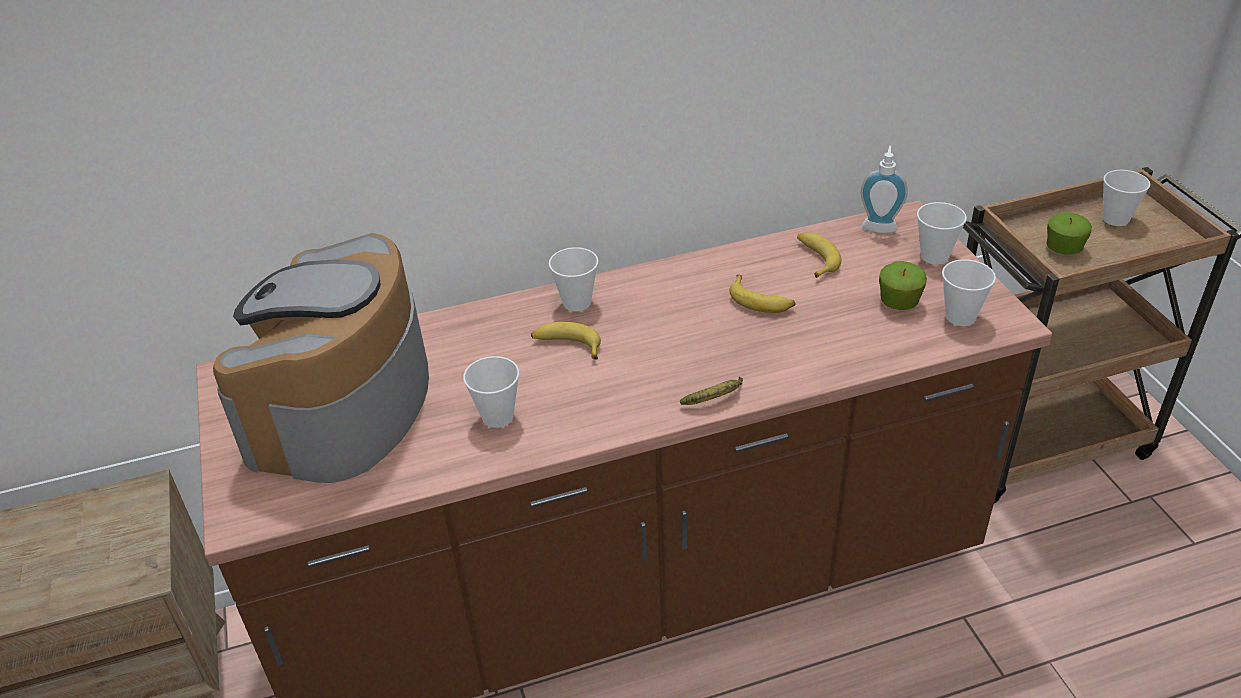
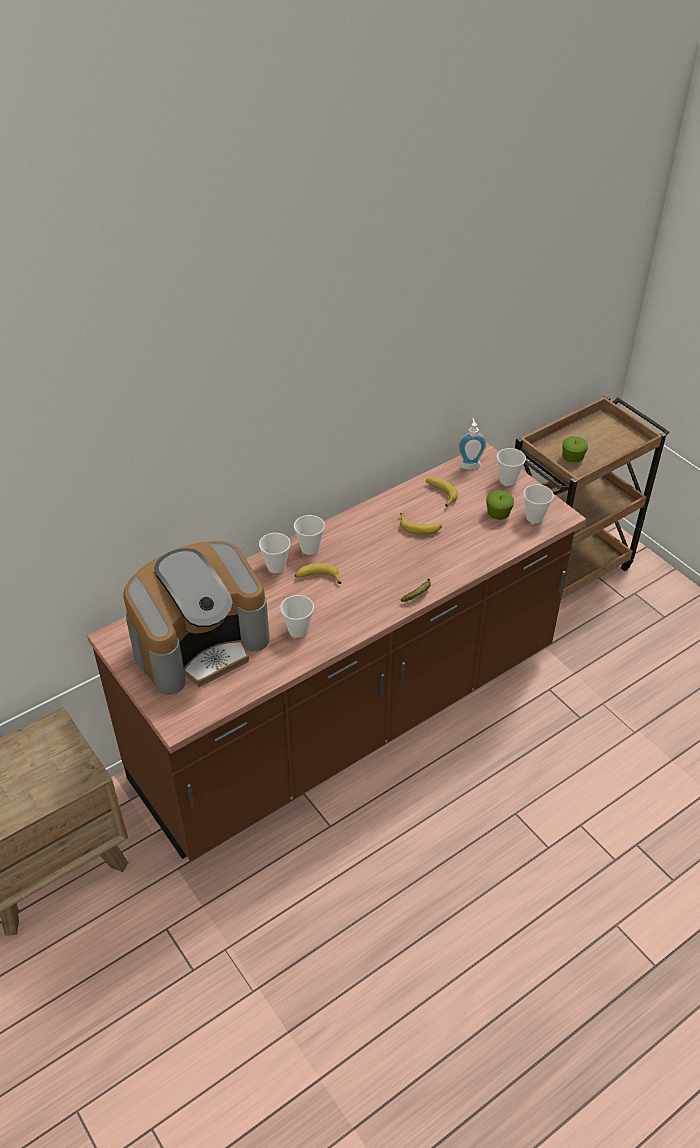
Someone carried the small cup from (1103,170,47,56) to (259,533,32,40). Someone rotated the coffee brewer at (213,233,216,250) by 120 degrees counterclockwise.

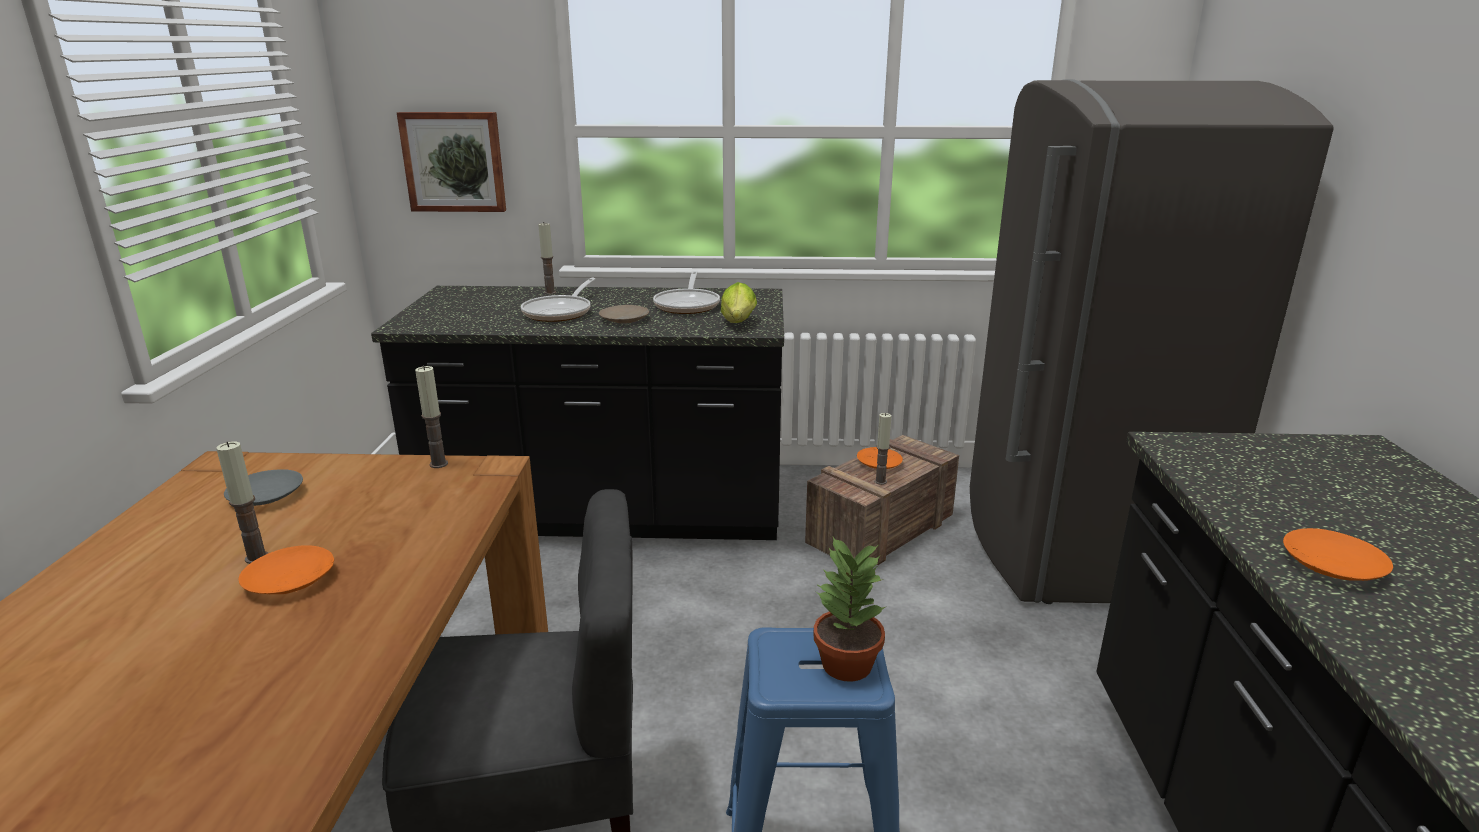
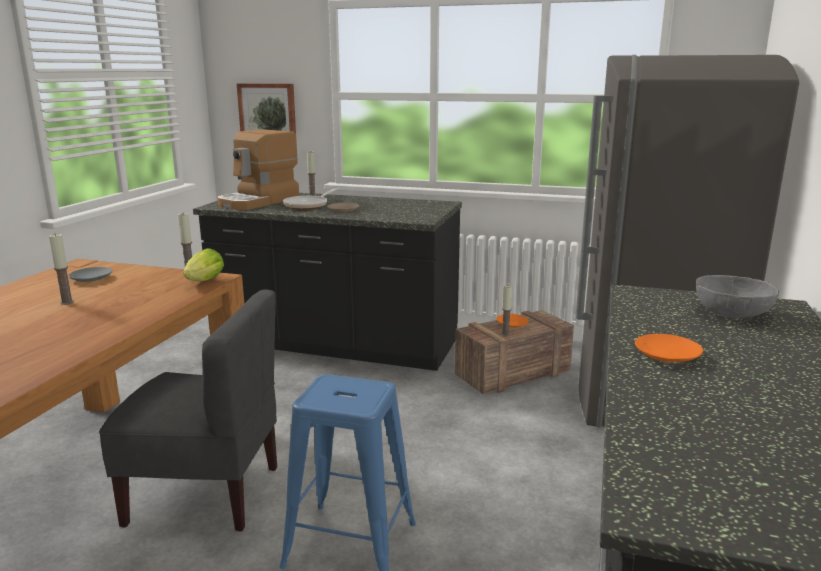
Someone took away the pan at (653,271,67,43). Someone carried the lettuce from (721,282,36,41) to (183,248,41,33). Someone took away the plant in a pot at (814,536,71,146). Someone took away the orange-coloured plate at (239,545,95,49). Someone put down the coffee brewer at (217,129,82,81). Someone put down the gray bowl at (696,275,83,43).

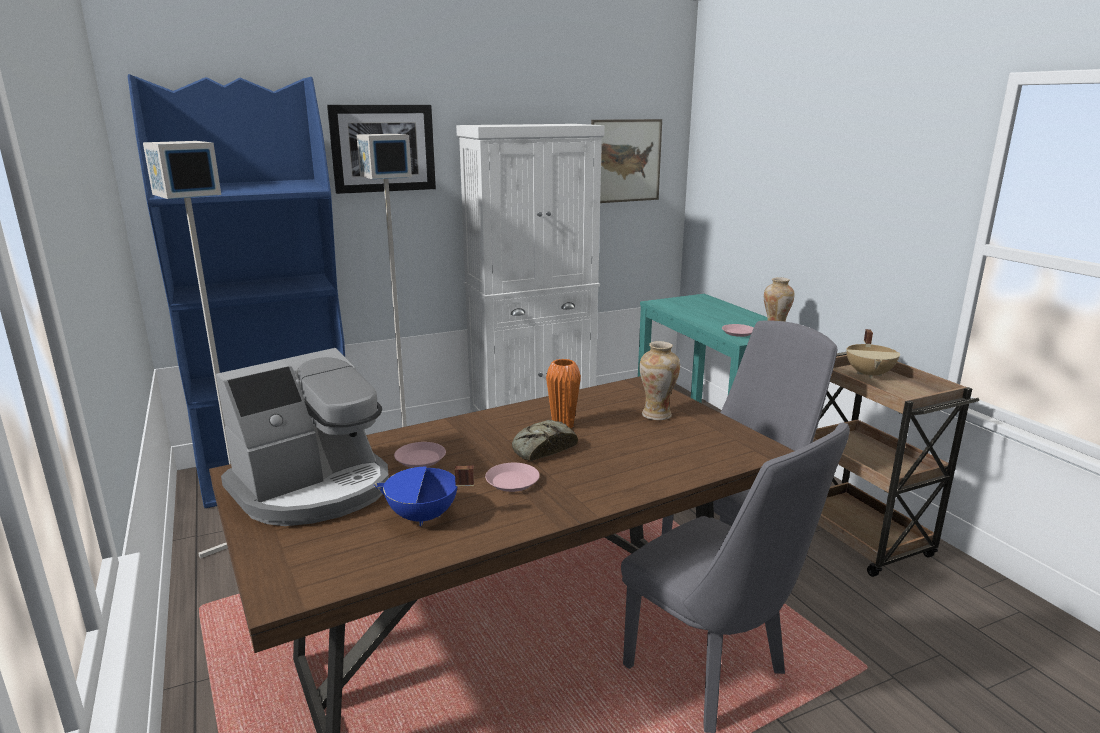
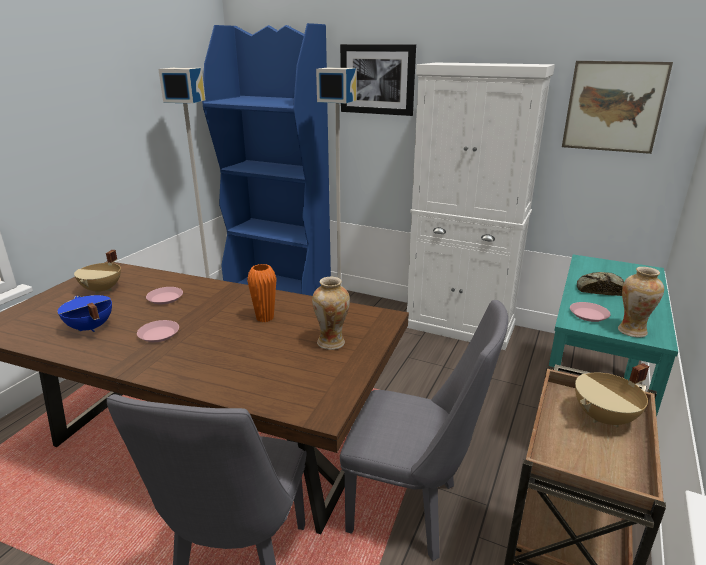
Someone swapped the coffee brewer at (216,348,173,178) for the beige-coloured stockpot at (74,250,47,44). Someone carried the baked bread from (512,420,66,41) to (577,272,47,24).

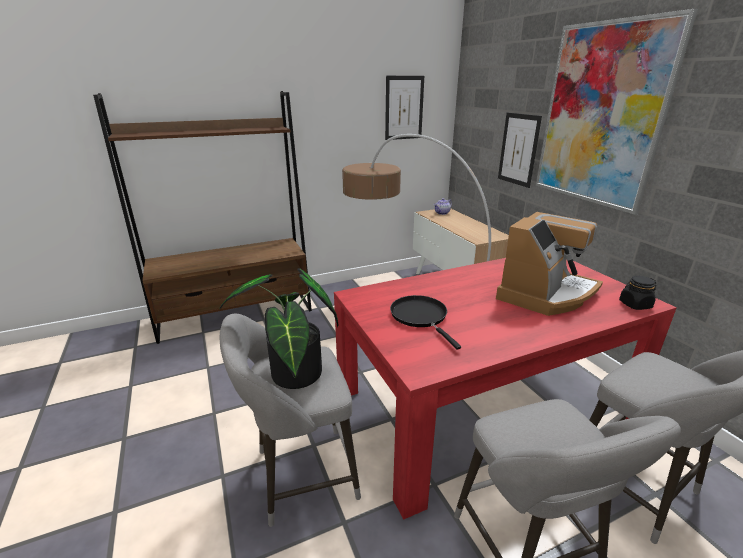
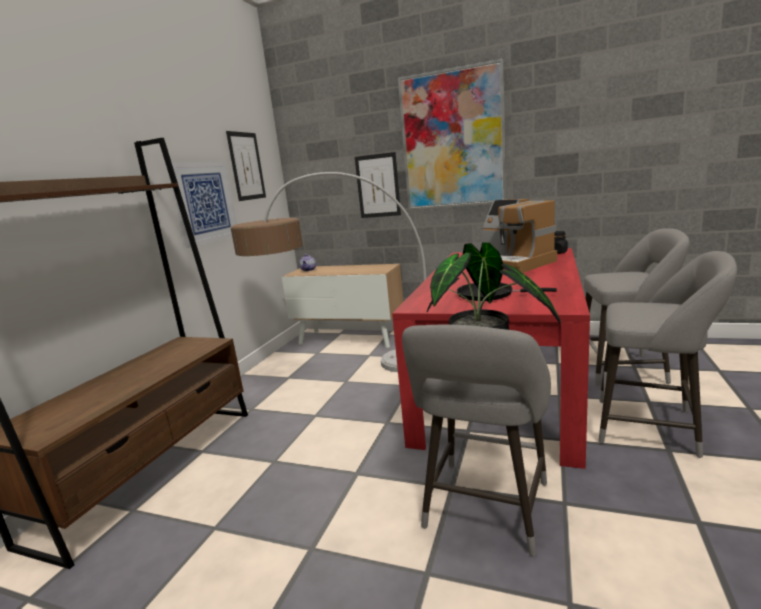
Someone rotated the coffee brewer at (496,212,107,104) by 150 degrees clockwise. Someone put up the wall art at (171,161,66,87).

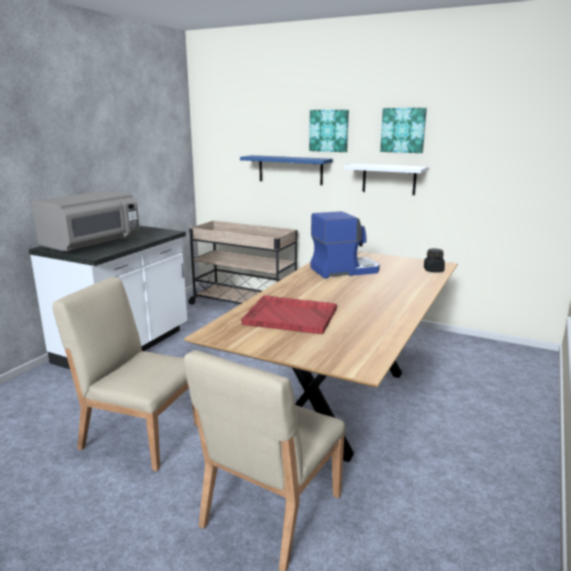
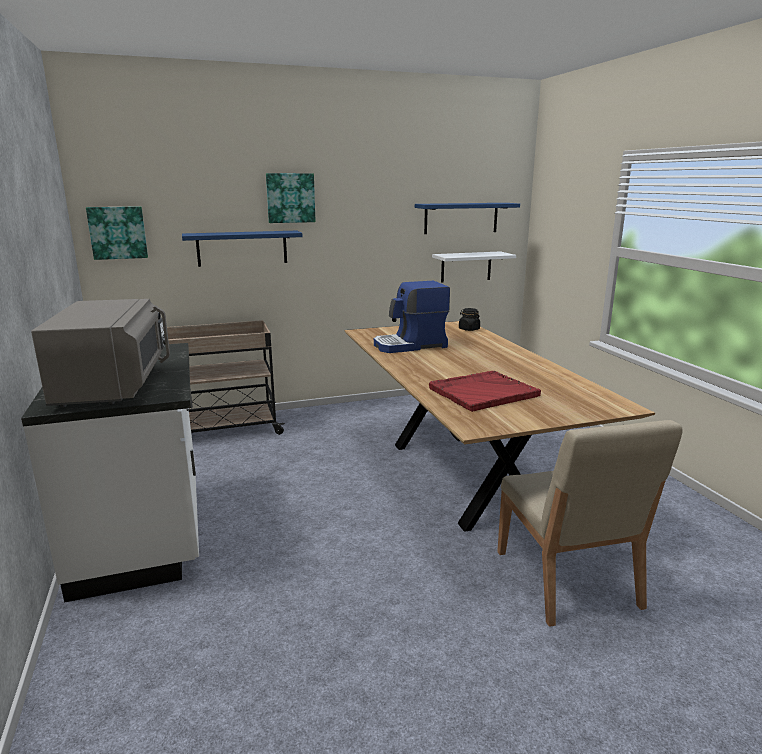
Someone carried the wall art from (380,108,47,45) to (86,206,62,54). Someone carried the white wall shelf from (344,163,84,32) to (432,251,84,32). Someone rotated the coffee brewer at (311,211,69,68) by 135 degrees counterclockwise. Someone took away the beige-coloured plain chair at (52,277,146,194). Someone put up the blue wall shelf at (415,203,105,31).

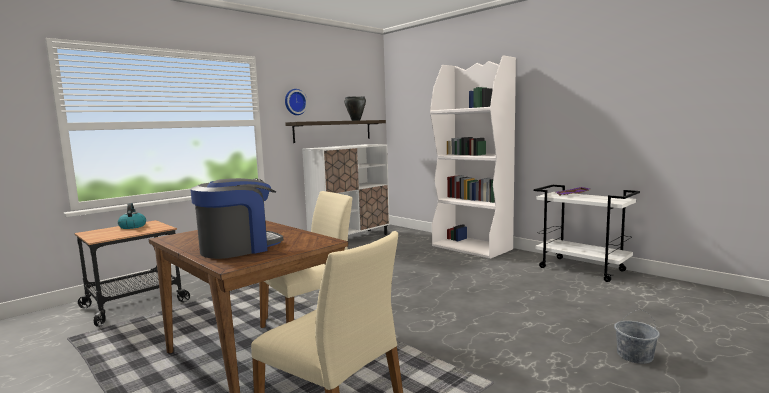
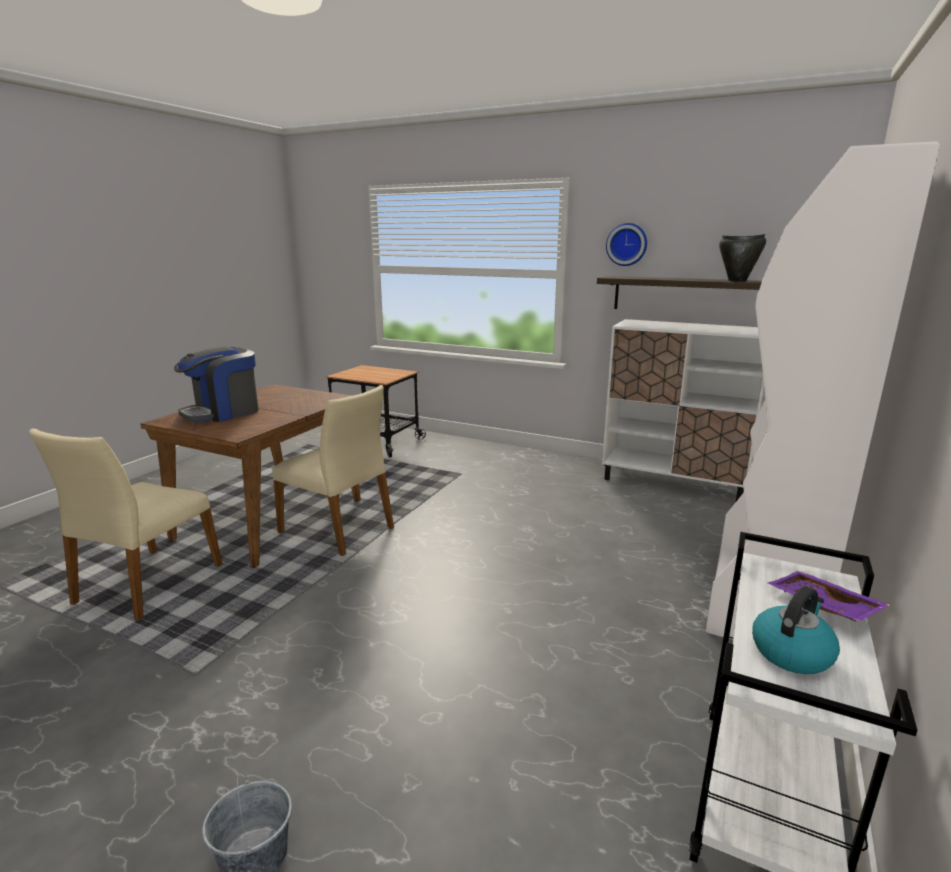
Someone rotated the coffee brewer at (190,178,93,81) by 105 degrees clockwise. Someone carried the kettle from (118,203,28,26) to (752,586,88,88).

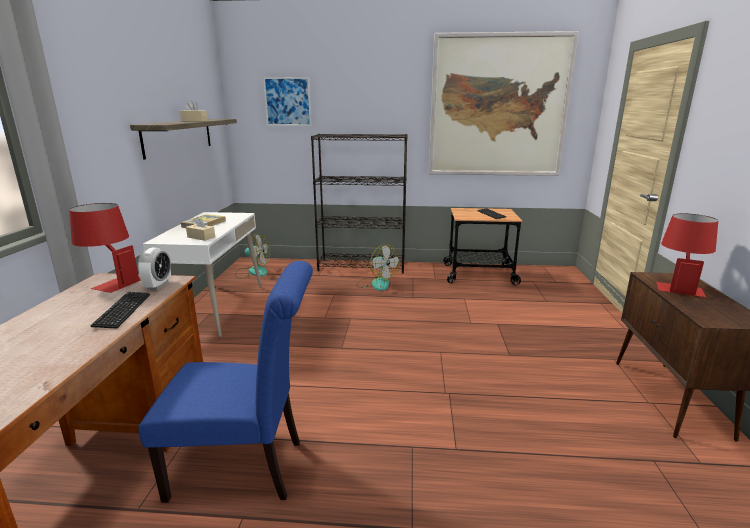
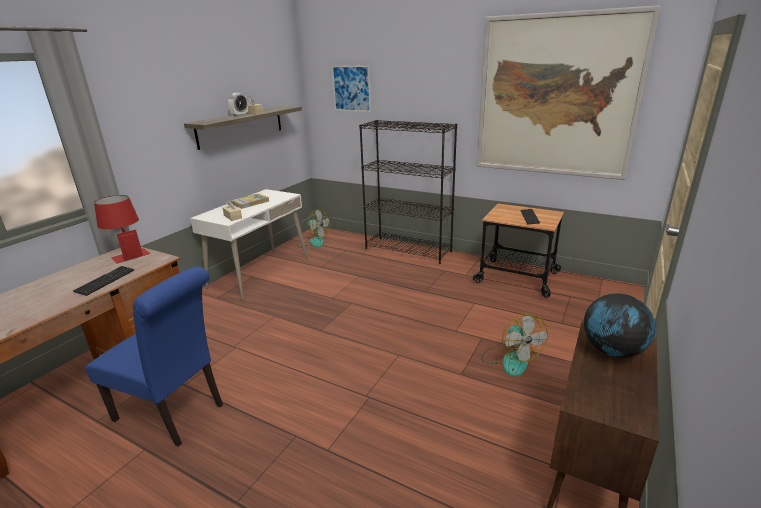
Someone swapped the red-coloured tabletop lamp at (656,213,62,84) for the world globe at (584,293,72,65). Someone carried the fan from (356,244,44,47) to (481,314,67,63). Someone carried the table clock from (138,248,33,42) to (228,93,20,24).

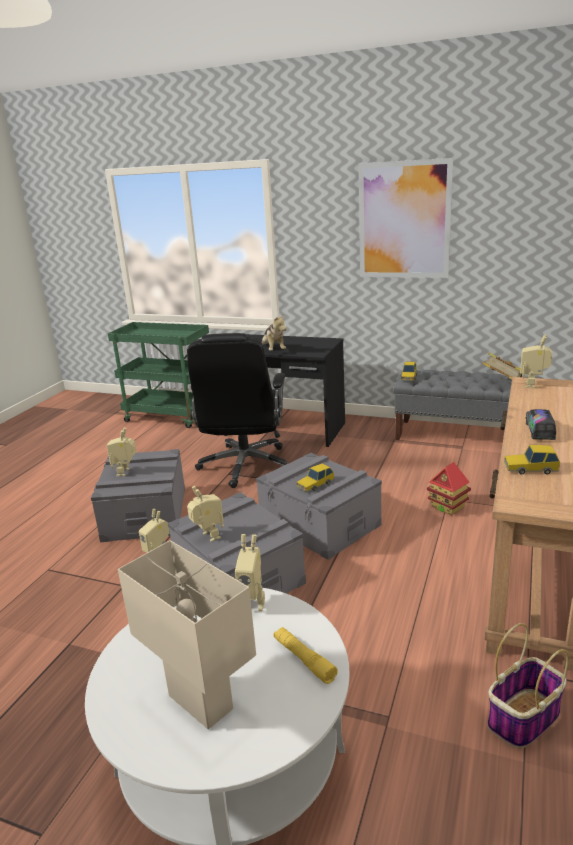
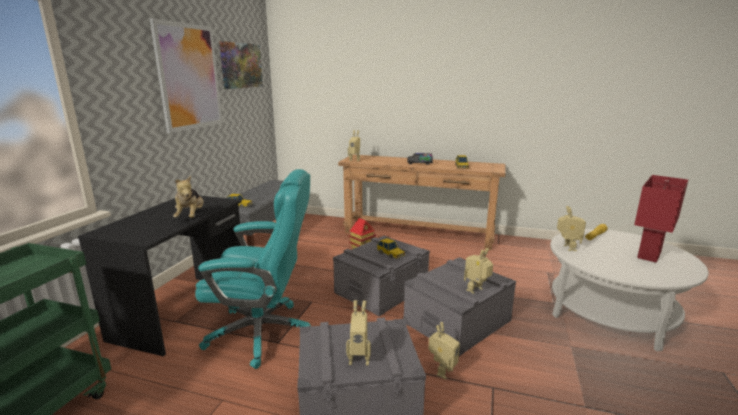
Someone rotated the plush toy at (262,315,25,36) by 105 degrees clockwise. Someone repainted the black-coloured computer chair at (187,333,100,155), which became the turquoise-coloured computer chair at (195,169,116,200). Someone took away the book at (482,352,40,28). Someone repainted the beige-coloured tabletop lamp at (118,540,138,189), which became the red-coloured tabletop lamp at (634,175,54,87). Someone took away the basket at (487,623,82,126). Someone put up the wall art at (219,41,44,48).

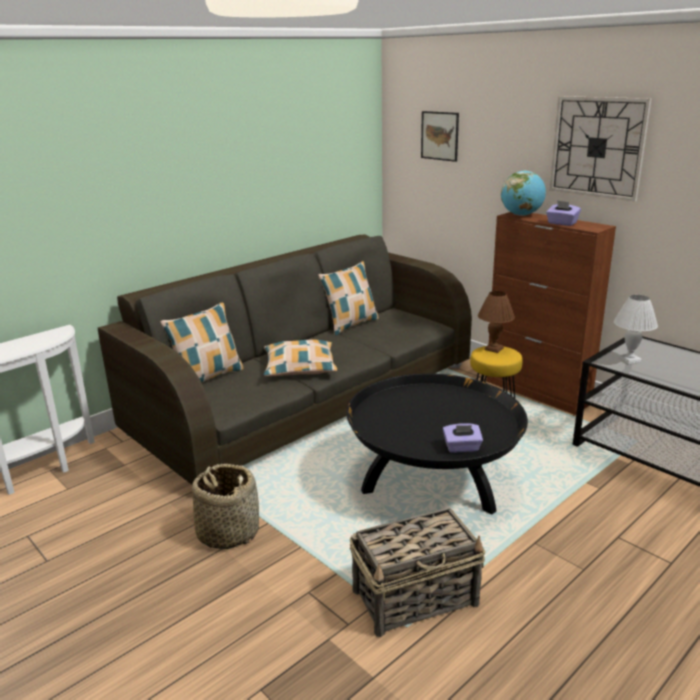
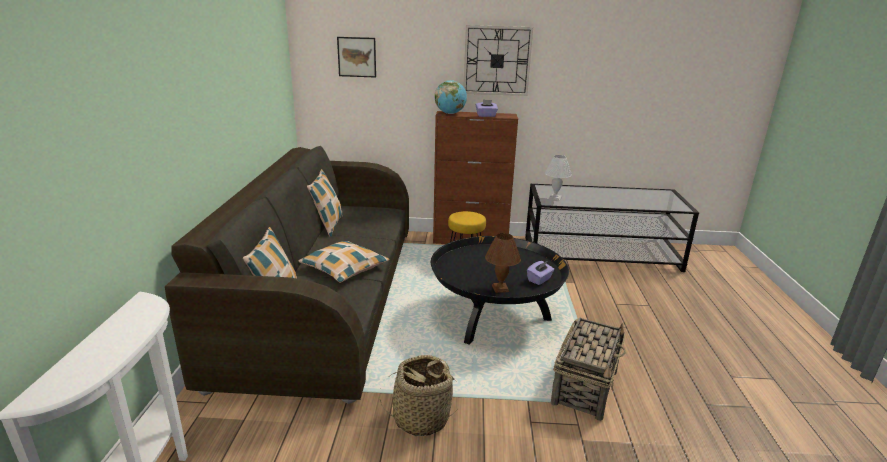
Someone carried the brown tabletop lamp from (478,291,37,62) to (485,233,36,60).

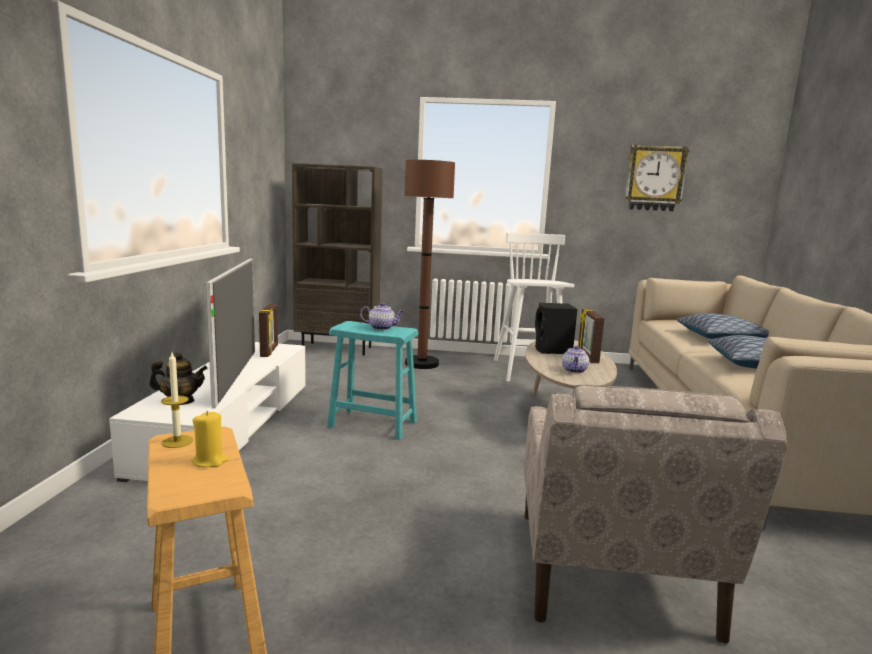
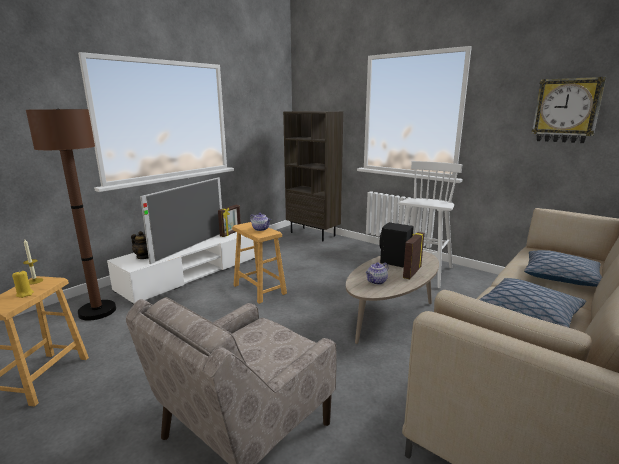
Someone carried the brown standard lamp from (404,160,51,209) to (26,109,90,212). Someone repainted the turquoise-coloured stool at (327,321,91,119), which became the brown stool at (232,222,55,82).

